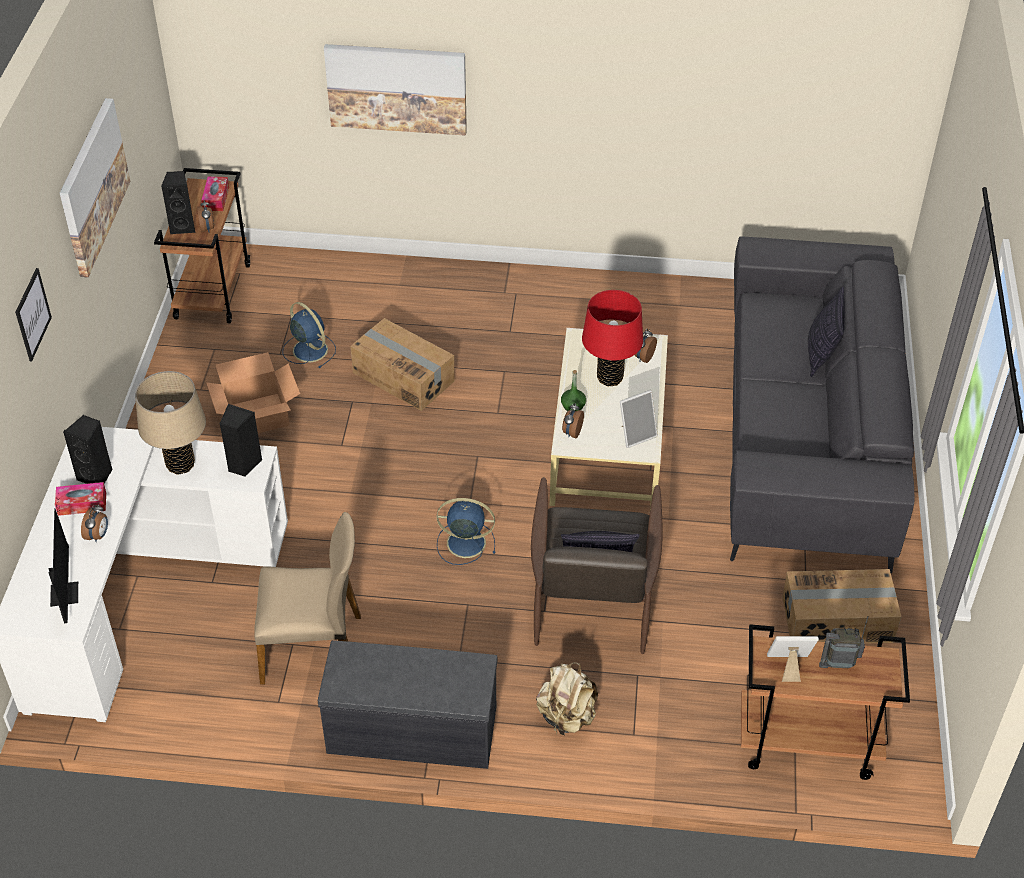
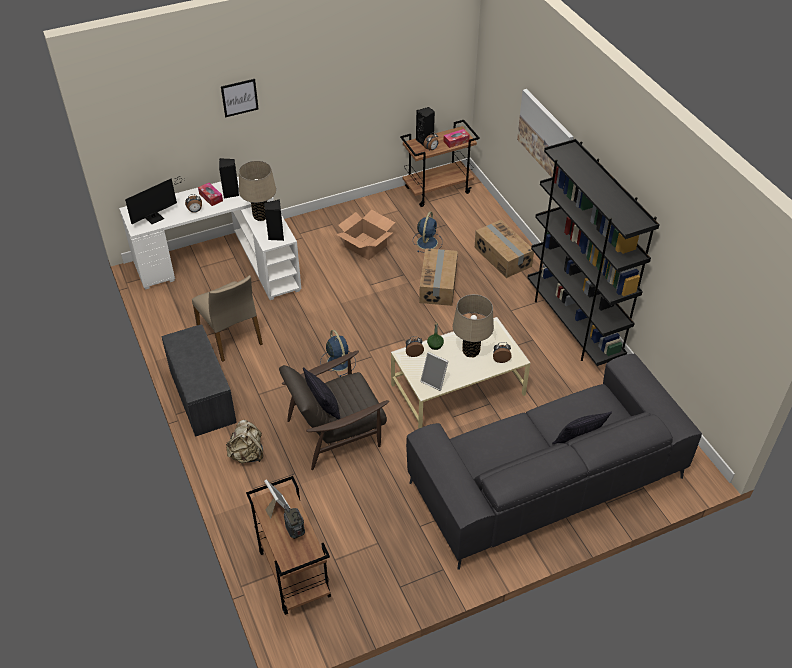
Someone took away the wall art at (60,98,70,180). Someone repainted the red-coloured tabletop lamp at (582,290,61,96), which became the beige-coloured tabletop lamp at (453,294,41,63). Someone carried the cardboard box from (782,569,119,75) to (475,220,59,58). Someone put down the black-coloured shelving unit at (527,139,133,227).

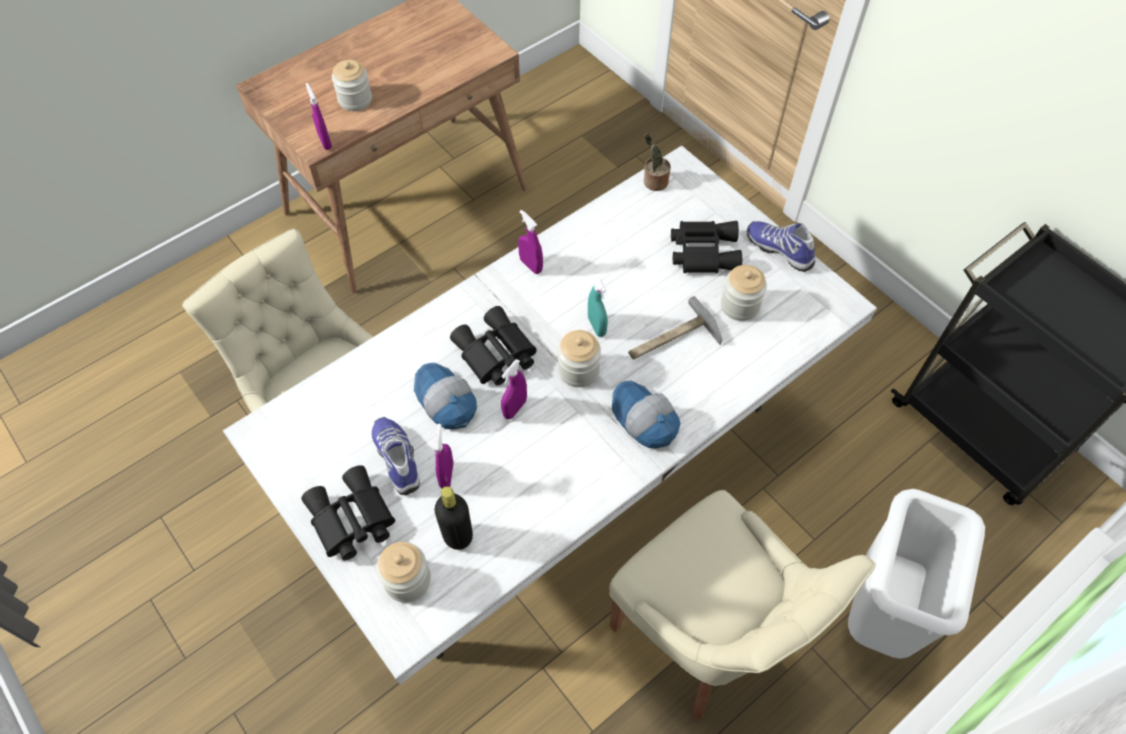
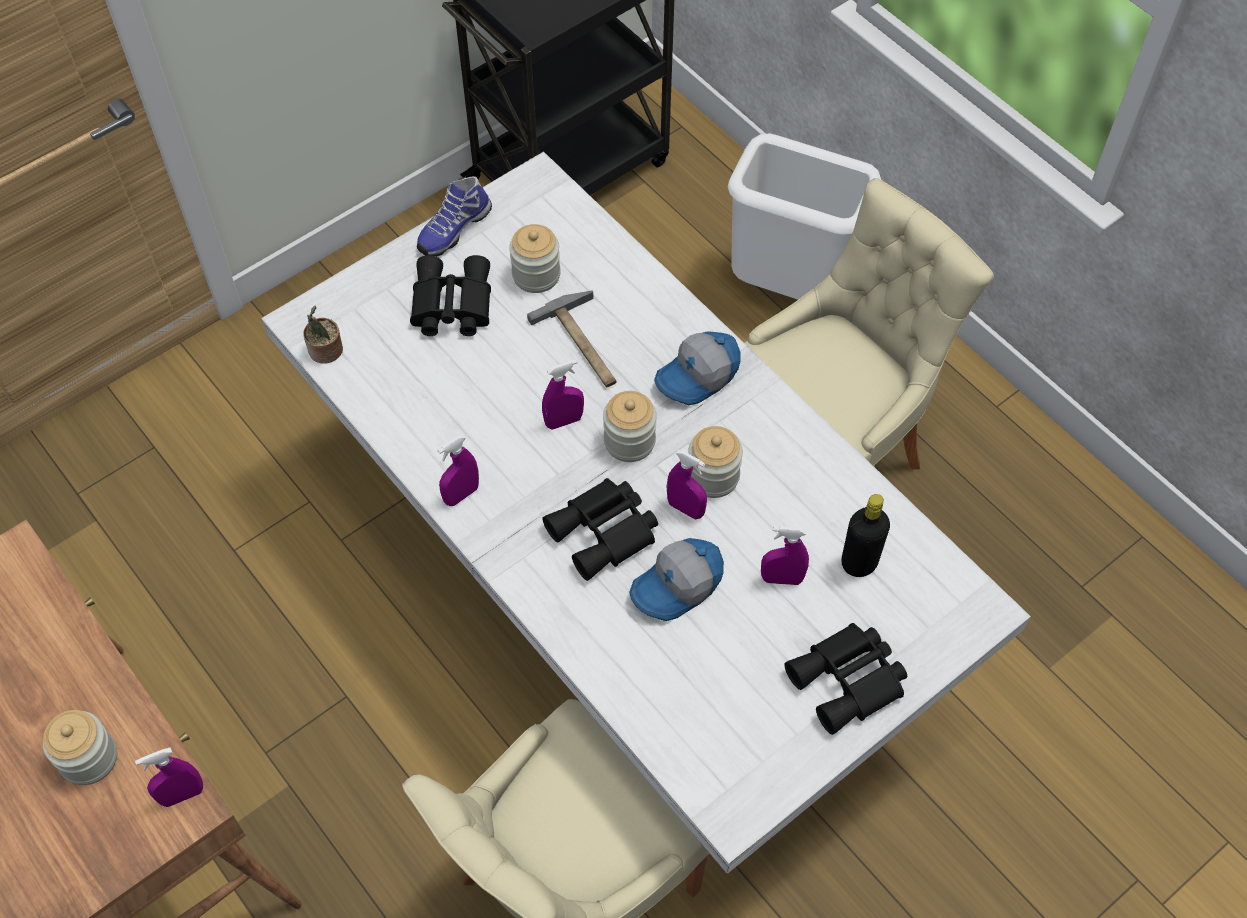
Someone repainted the turquoise-coloured sprayer at (588,274,20,63), which became the purple-coloured sprayer at (542,359,42,70). Someone took away the low shoe at (371,417,49,78). Someone carried the jar from (377,542,54,61) to (689,426,54,72).

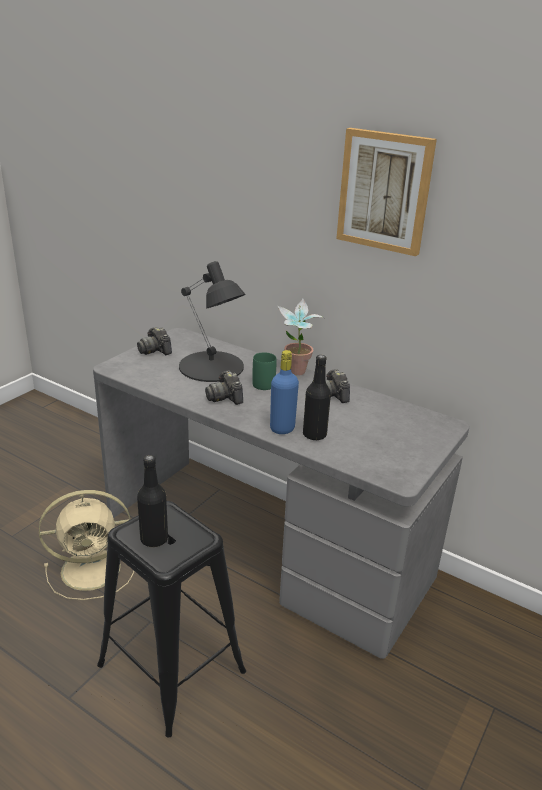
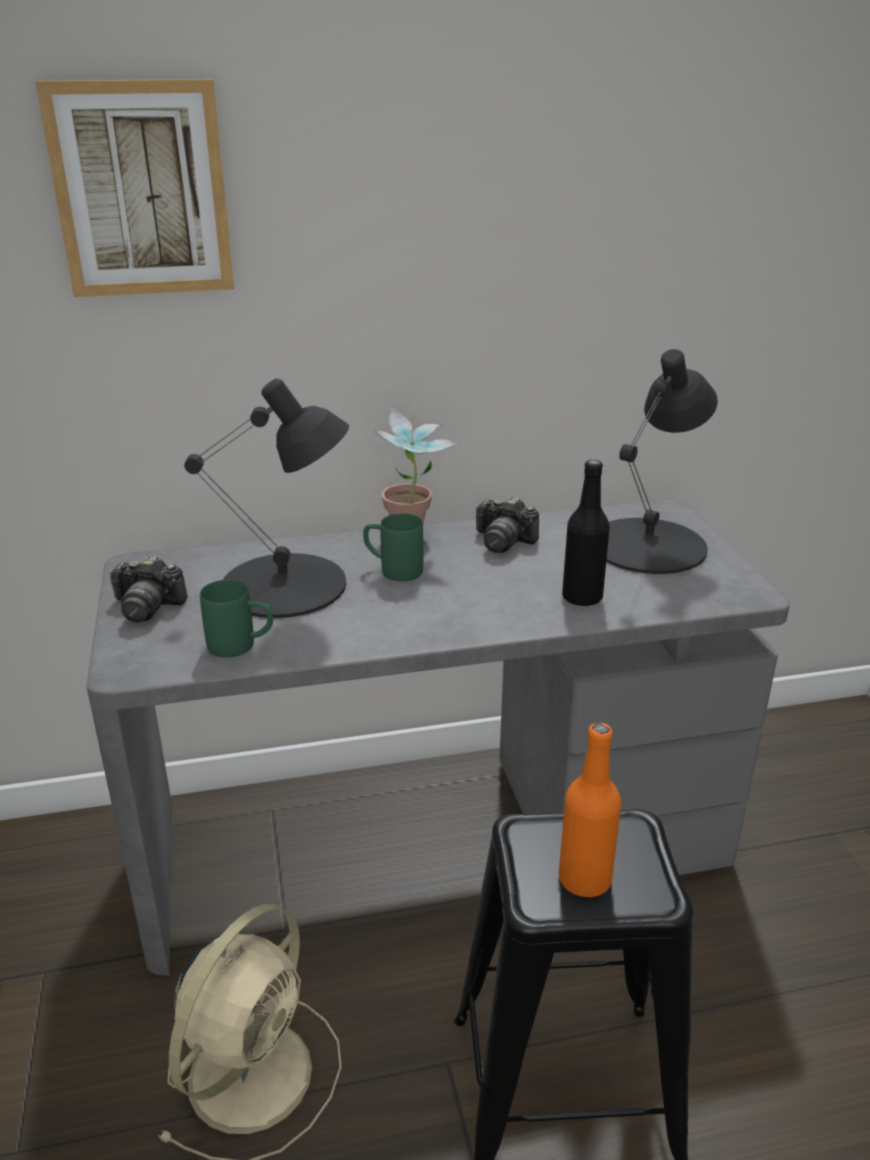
Someone carried the wall art from (336,128,101,128) to (35,79,199,218). Someone took away the blue drink bottle at (270,350,29,84). Someone took away the photo camera at (205,370,38,35). Someone repainted the black-coloured drink bottle at (137,455,31,92), which became the orange-coloured drink bottle at (559,722,62,175). Someone put down the black-coloured tabletop lamp at (606,349,112,225). Someone put down the green coffee mug at (200,580,73,78).

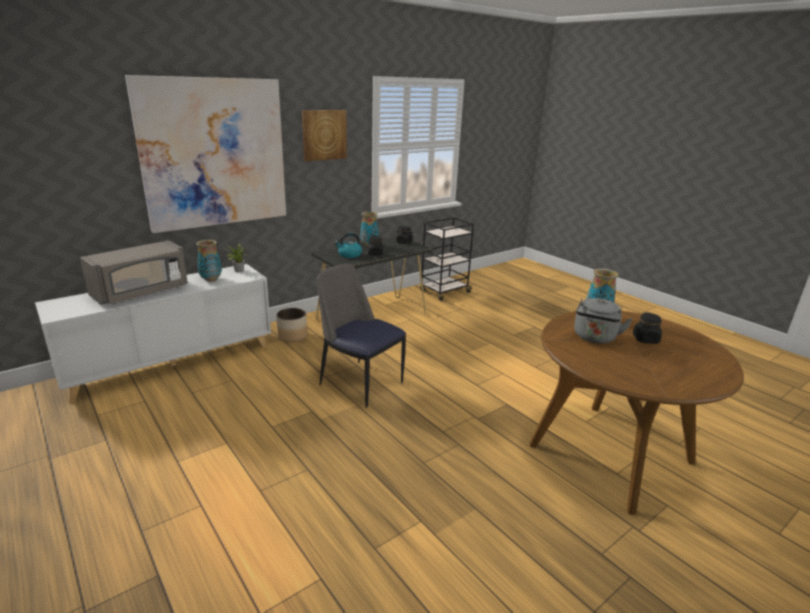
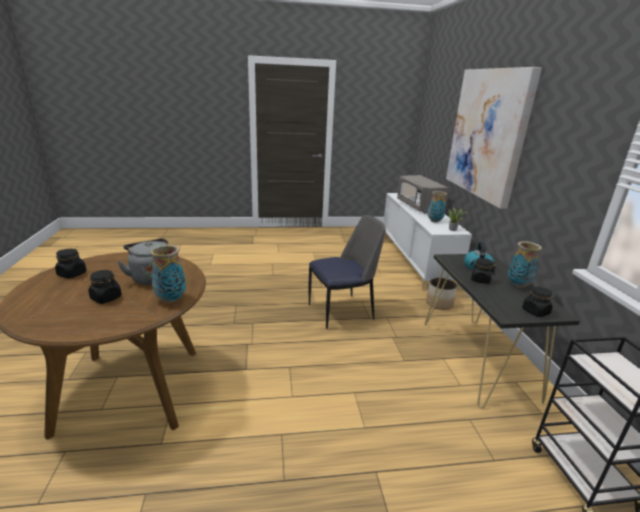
Someone took away the wall art at (302,110,45,51). Someone put down the black-coloured jar at (55,249,32,30).

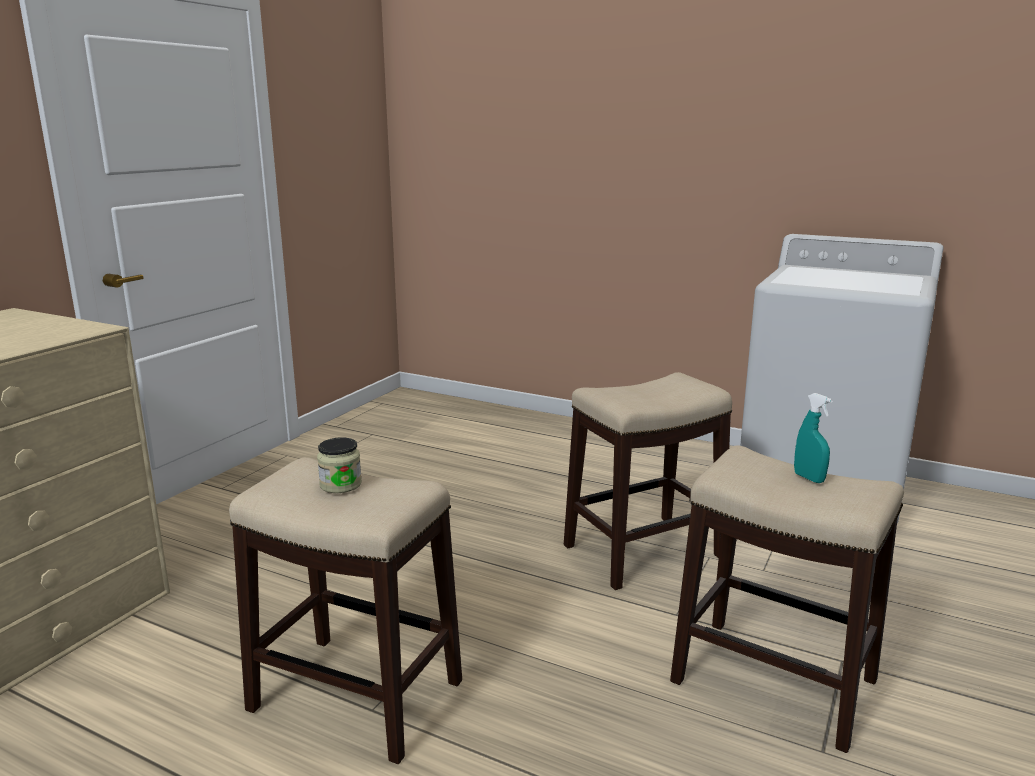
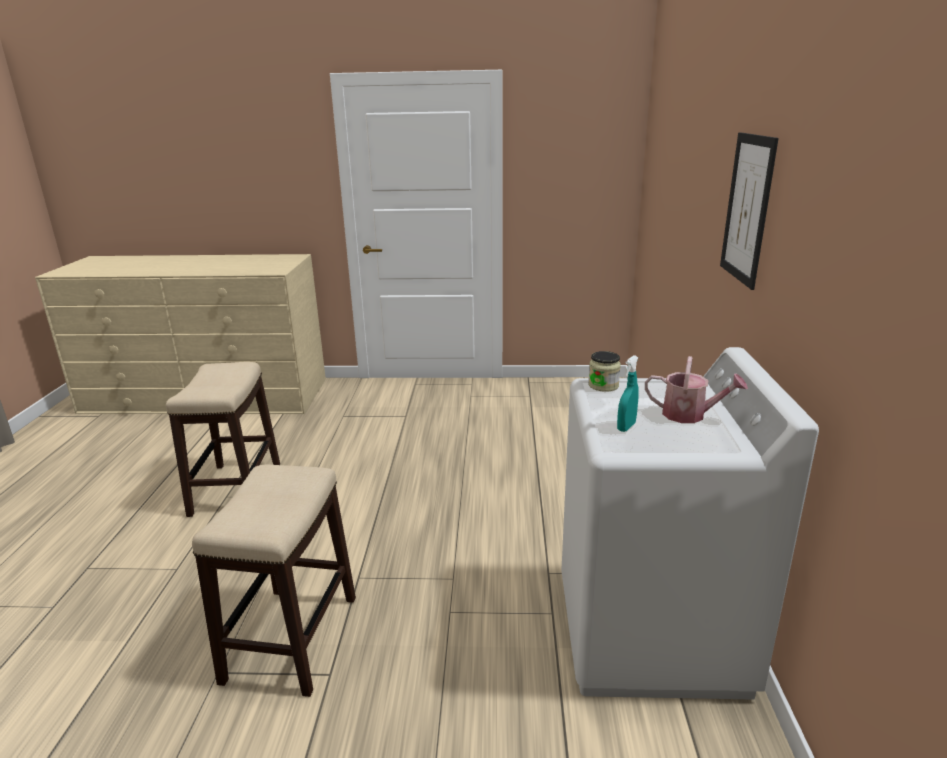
Someone took away the stool at (564,372,168,218). Someone carried the turquoise-coloured sprayer from (794,393,39,90) to (617,355,22,77). Someone carried the jar from (317,437,45,56) to (588,351,33,41). Someone put up the wall art at (720,132,59,158). Someone put down the watering can at (645,356,103,67).

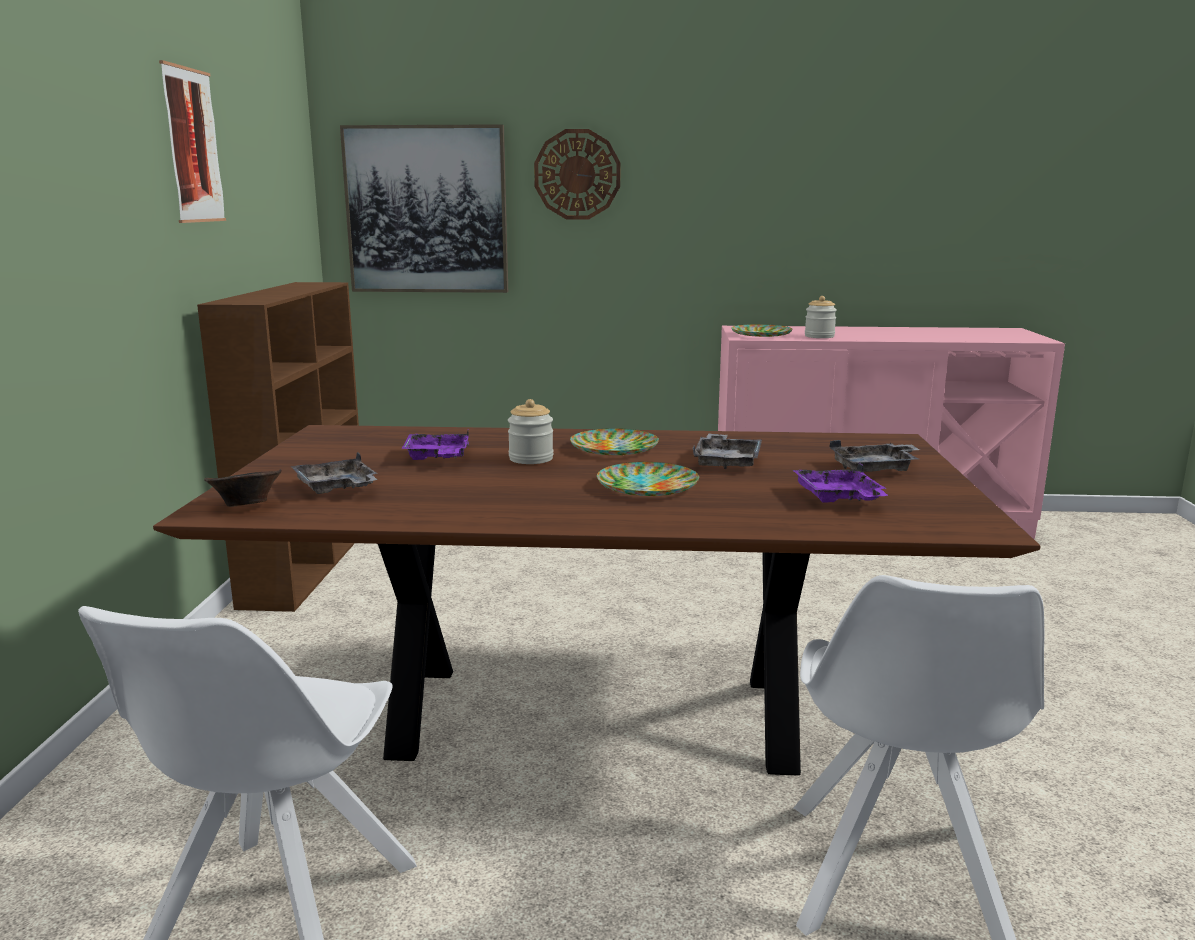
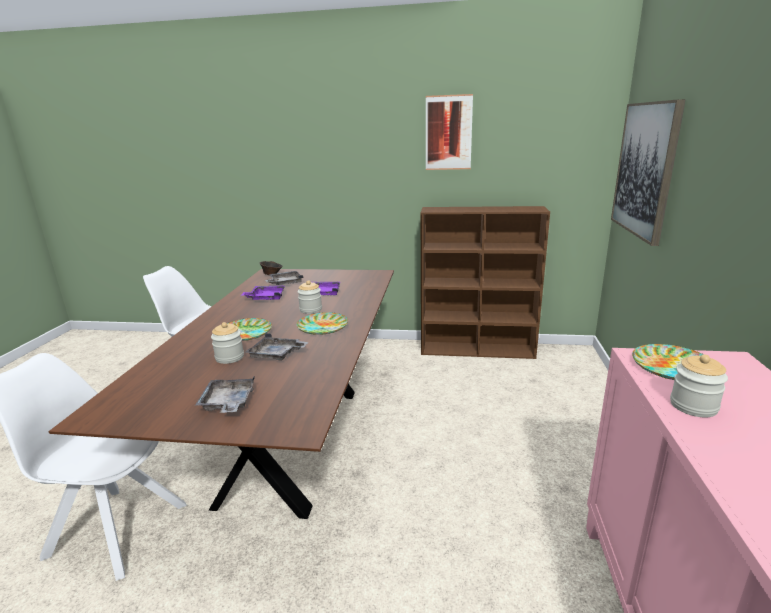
Someone took away the clock on the wall at (534,129,86,90). Someone carried the purple-coloured serving tray from (792,463,97,40) to (241,286,44,14). Someone put down the jar at (211,322,33,42).

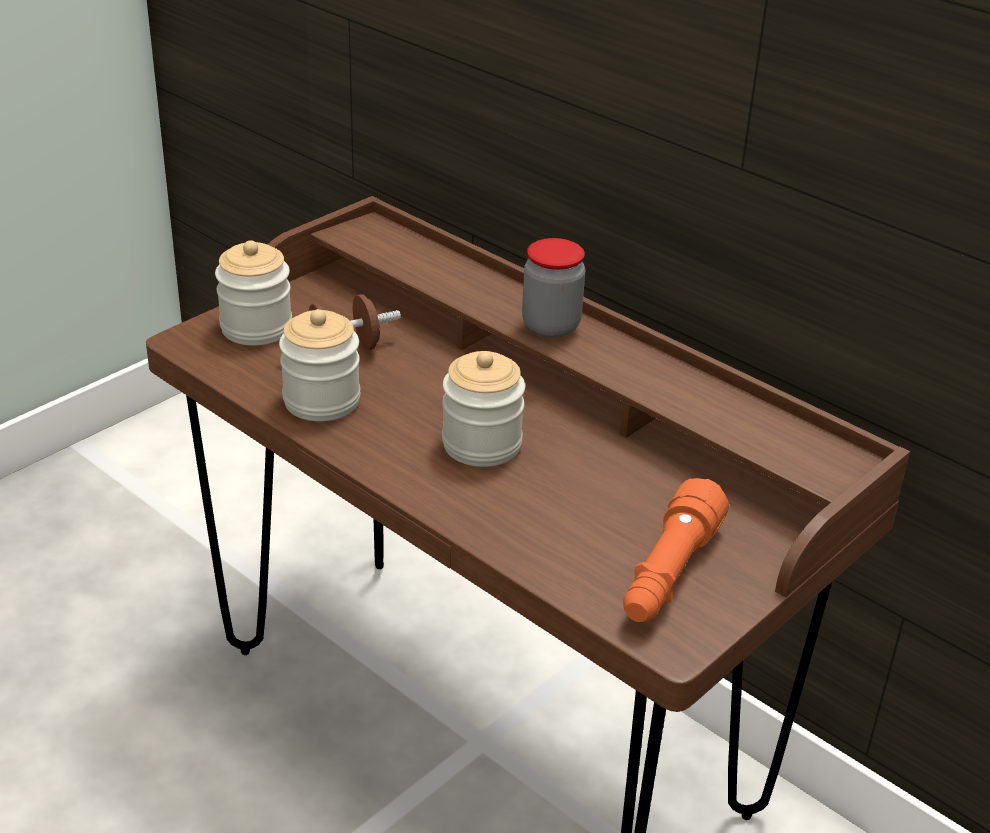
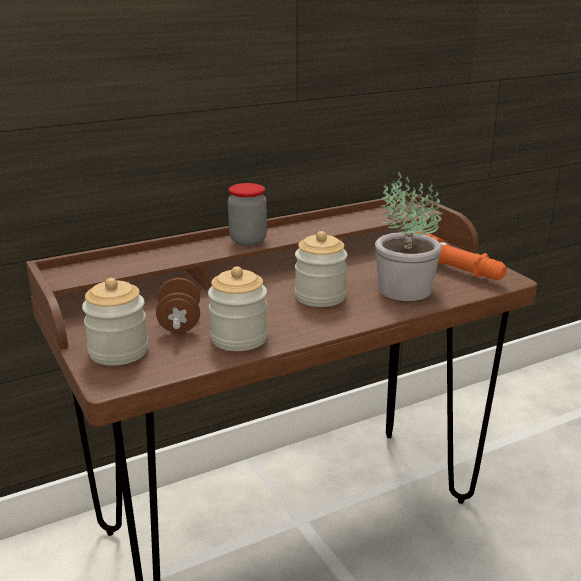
Someone put down the plant in a pot at (375,172,66,129).

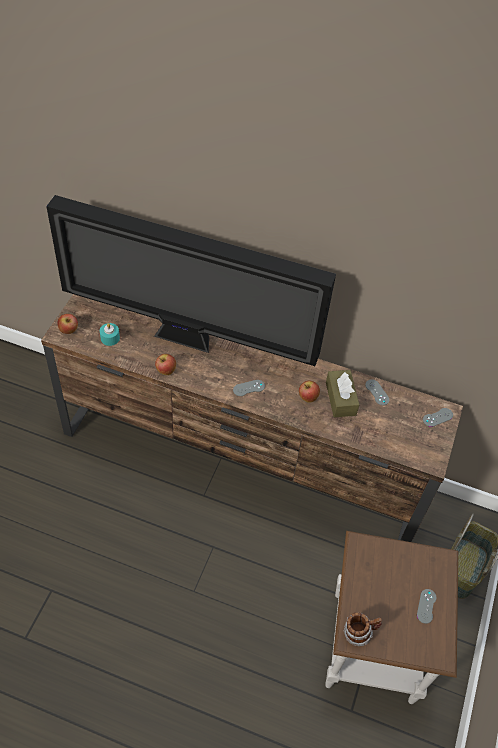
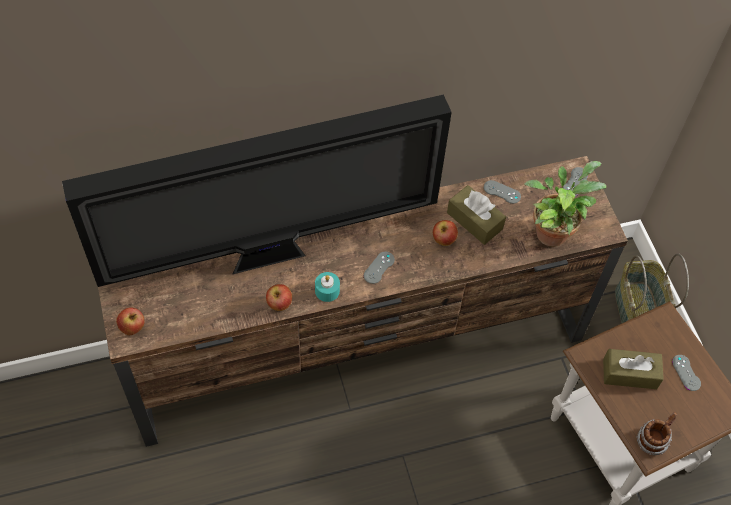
Someone carried the turquoise-coloured wax light from (100,323,20,23) to (315,272,25,30). Someone put down the plant in a pot at (525,161,81,86). Someone put down the brown box of tissues at (603,349,61,40).

